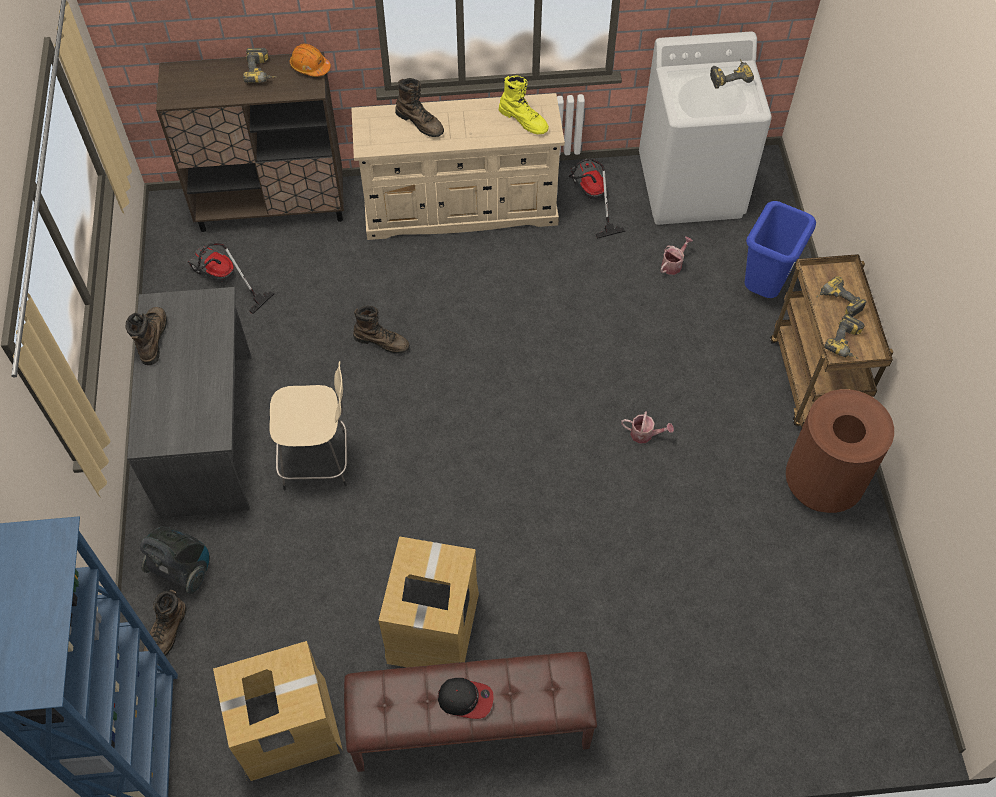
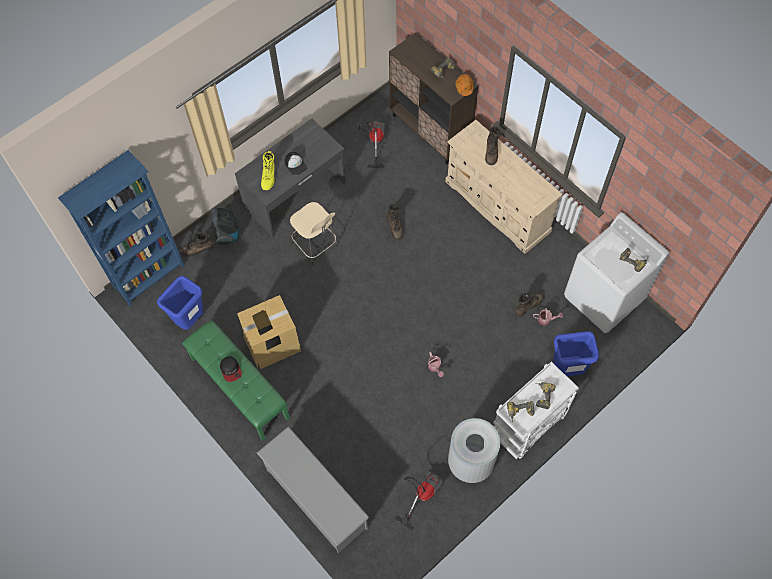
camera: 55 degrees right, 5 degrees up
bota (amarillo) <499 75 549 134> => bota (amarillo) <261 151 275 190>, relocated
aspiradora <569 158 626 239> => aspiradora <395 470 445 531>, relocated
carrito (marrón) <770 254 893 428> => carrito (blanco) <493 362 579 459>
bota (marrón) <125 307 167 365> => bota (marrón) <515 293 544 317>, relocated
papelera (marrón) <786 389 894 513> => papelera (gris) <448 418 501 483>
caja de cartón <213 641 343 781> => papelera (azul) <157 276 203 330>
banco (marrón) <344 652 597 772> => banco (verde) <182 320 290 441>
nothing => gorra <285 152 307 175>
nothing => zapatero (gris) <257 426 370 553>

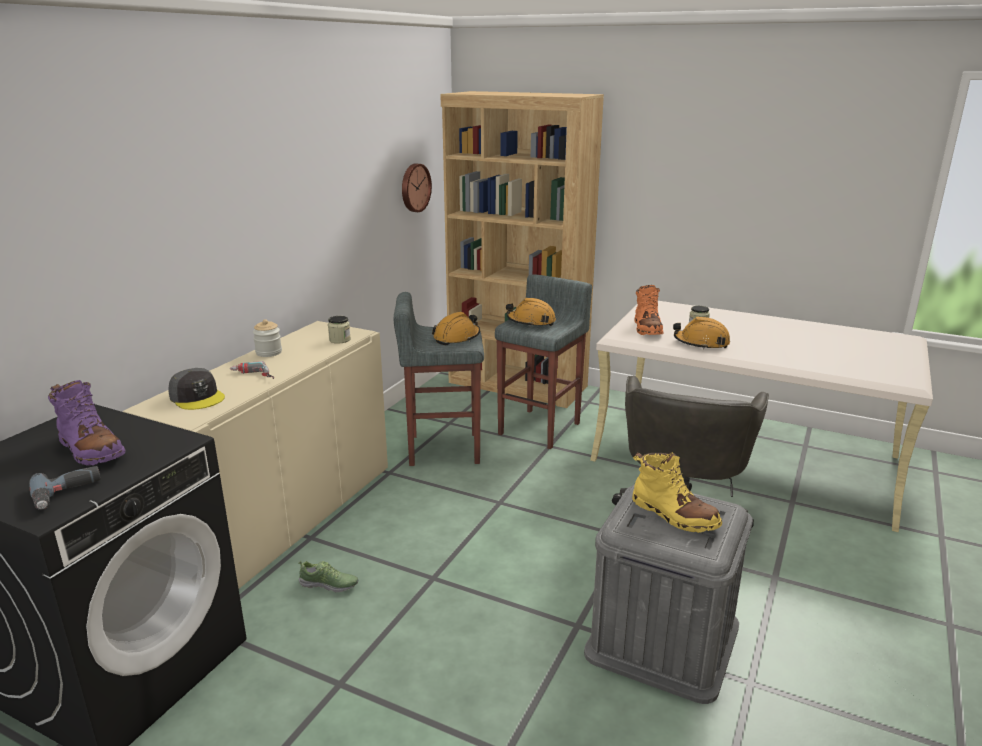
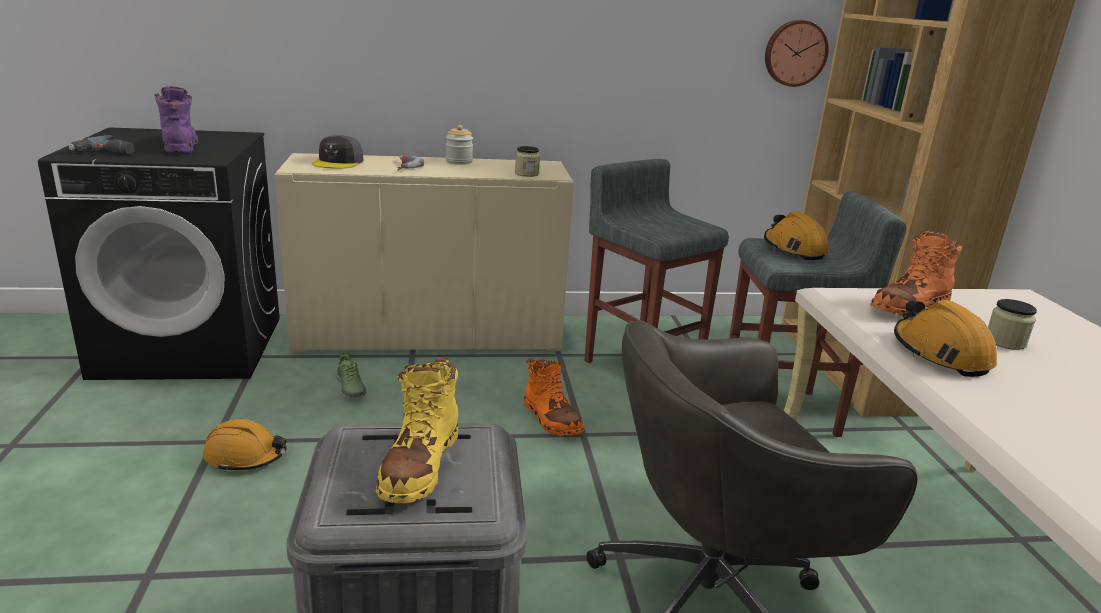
camera: 55 degrees right, 0 degrees up
casco (naranja) <432 312 480 345> => casco (naranja) <203 419 287 472>, relocated
bota (morado) <48 380 125 466> => bota (morado) <154 86 198 153>, 150 degrees clockwise
nothing => bota (naranja) <524 358 584 436>

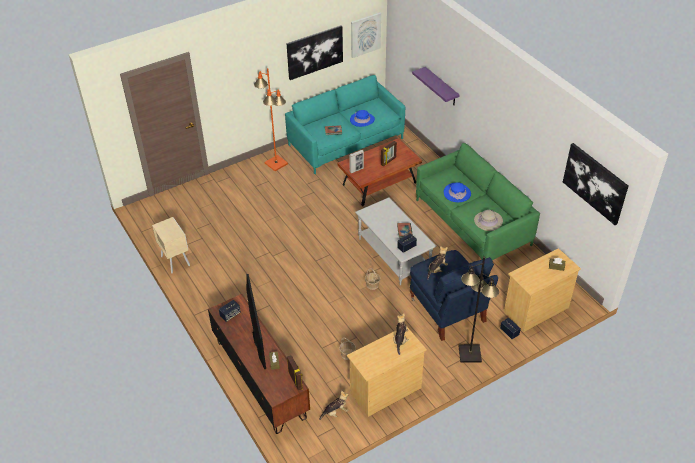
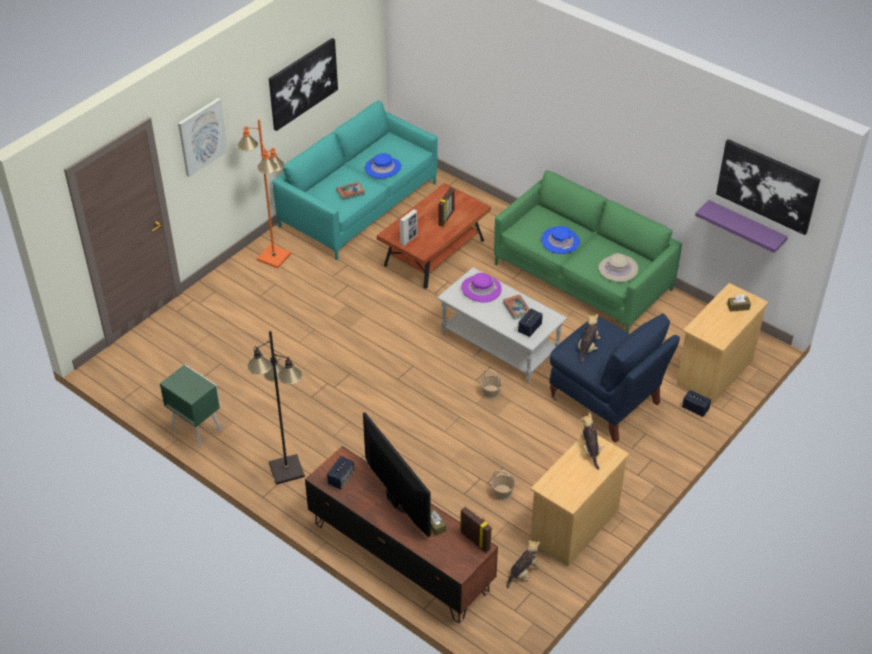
camera: 20 degrees left, 0 degrees up
cuadro <351 12 381 58> => cuadro <178 98 228 177>, relocated
estante (morado) <412 67 459 105> => estante (morado) <695 200 788 253>, relocated
mesita de noche (beis) <152 217 190 273> => mesita de noche (verde) <160 365 221 448>
lámpara de pie (negro) <459 256 499 363> => lámpara de pie (negro) <247 330 305 485>, relocated
nothing => sombrero (morado) <462 273 502 303>

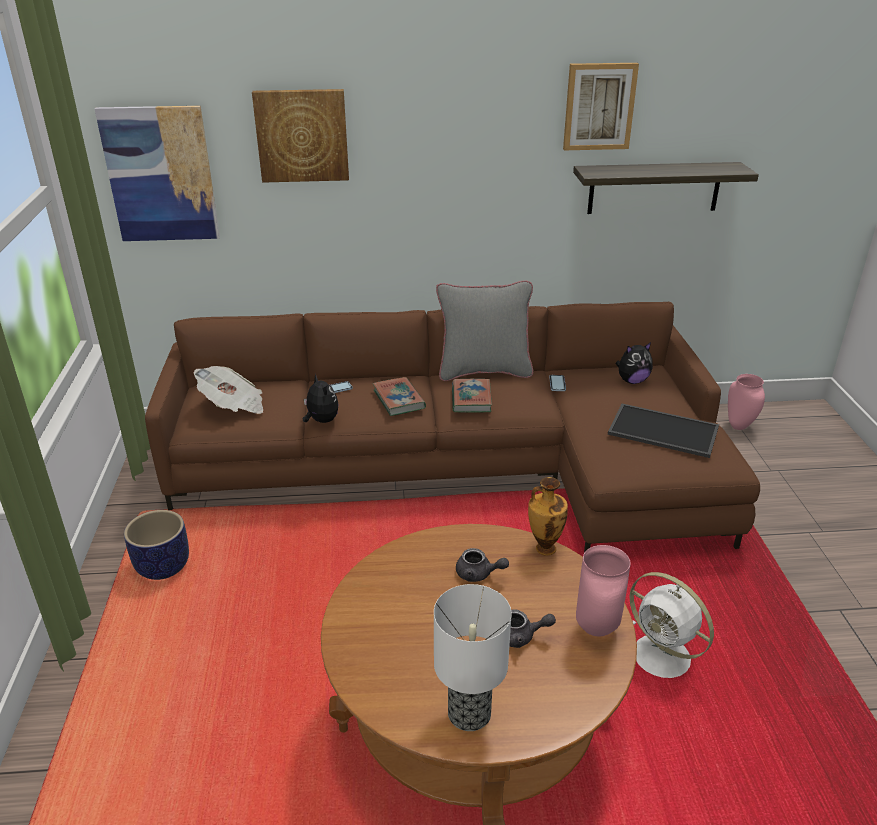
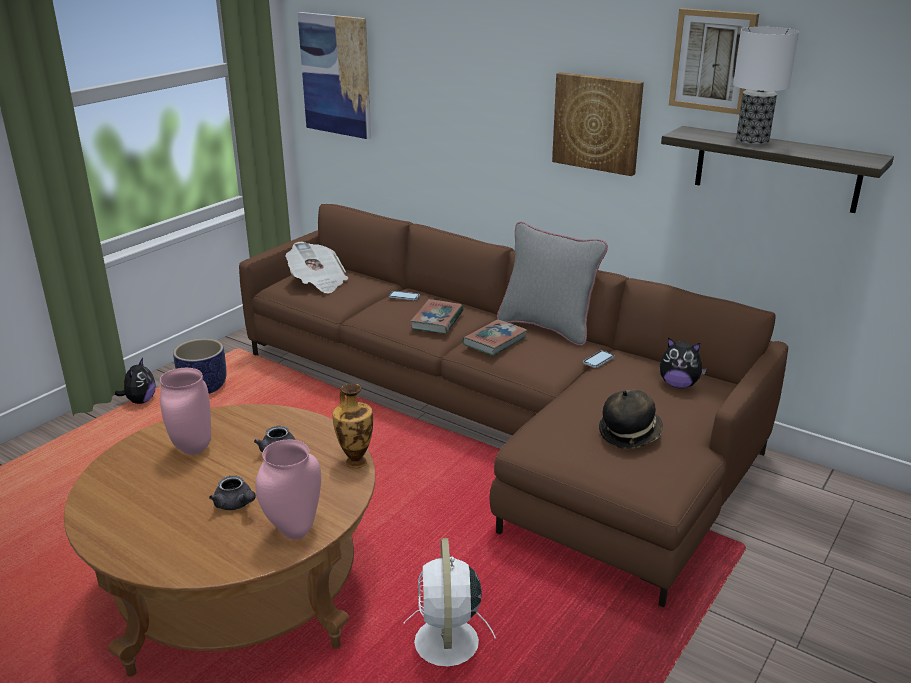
camera: 40 degrees right, 5 degrees down
cuadro <252 89 349 183> => cuadro <552 72 644 176>, relocated
peluche <303 374 339 423> => peluche <115 358 155 404>, relocated
florero (rosa) <728 374 765 430> => florero (rosa) <160 368 211 455>, relocated
bandeja <608 404 719 458> => sombrero <599 390 663 449>
lámpara de mesa <434 584 512 731> => lámpara de mesa <733 27 799 145>, relocated

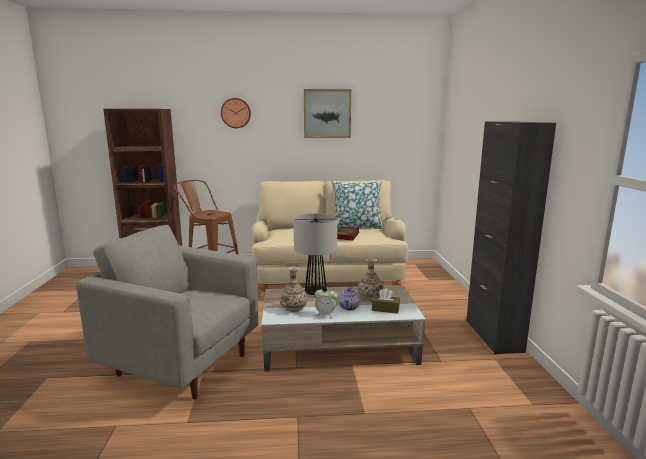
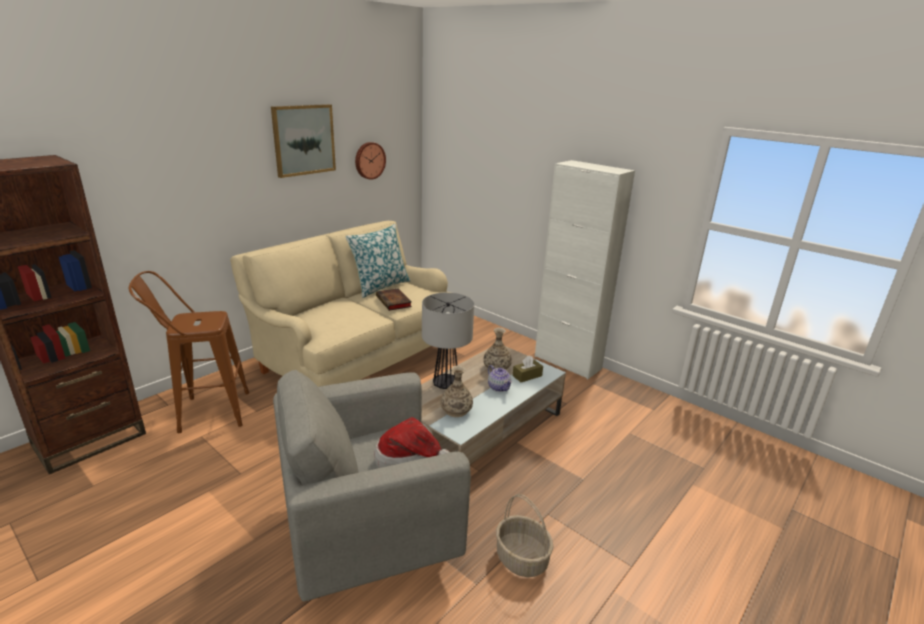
camera: 45 degrees left, 10 degrees up
reloj de pared <221 98 251 128> => reloj de pared <355 142 386 180>, relocated
armario (negro) <466 121 556 354> => armario (blanco) <535 160 635 379>
despertador <315 287 338 318> => nothing
nothing => sombrero <374 417 450 468>
nothing => cesta <496 494 554 577>

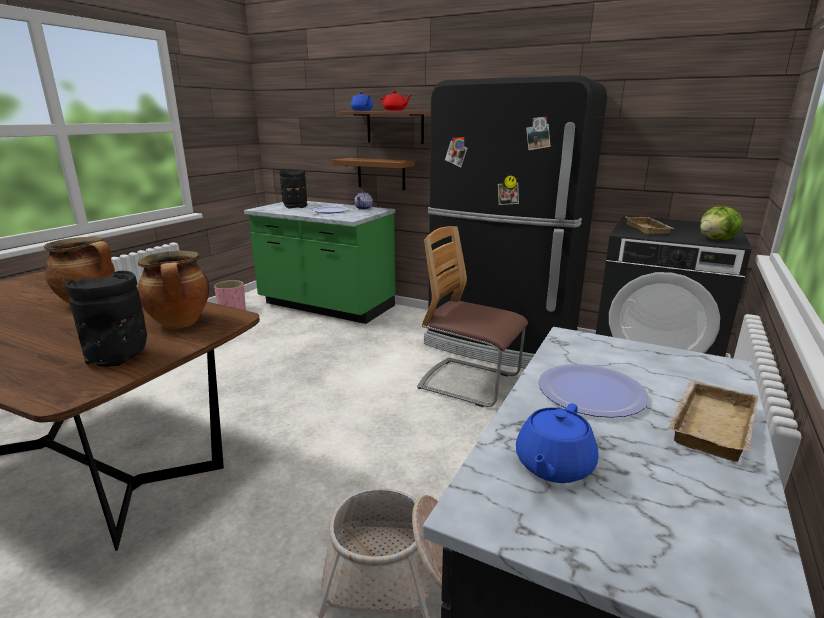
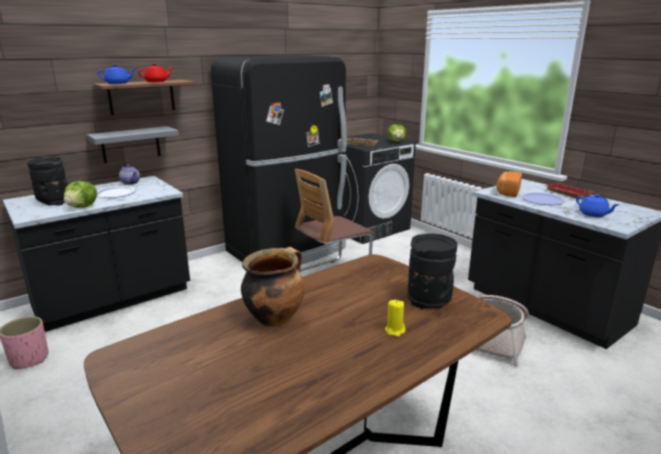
camera: 65 degrees left, 0 degrees up
estante (marrón) <333 158 415 190> => estante (gris) <87 126 179 164>
mueble bajo de cocina (verde) <244 201 395 324> => mueble bajo de cocina (negro) <3 176 190 332>
olla <138 251 210 329> => nothing
bandeja (beis) <668 380 758 462> => bandeja (rojo) <546 183 594 199>
nothing => pan <496 171 522 197>
nothing => lechuga <64 181 97 208>
nothing => vela (amarillo) <385 300 405 337>

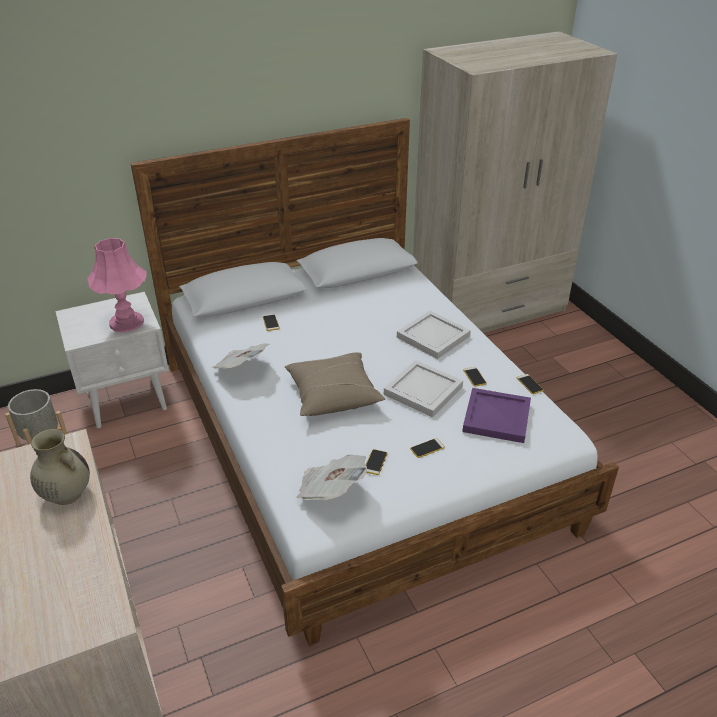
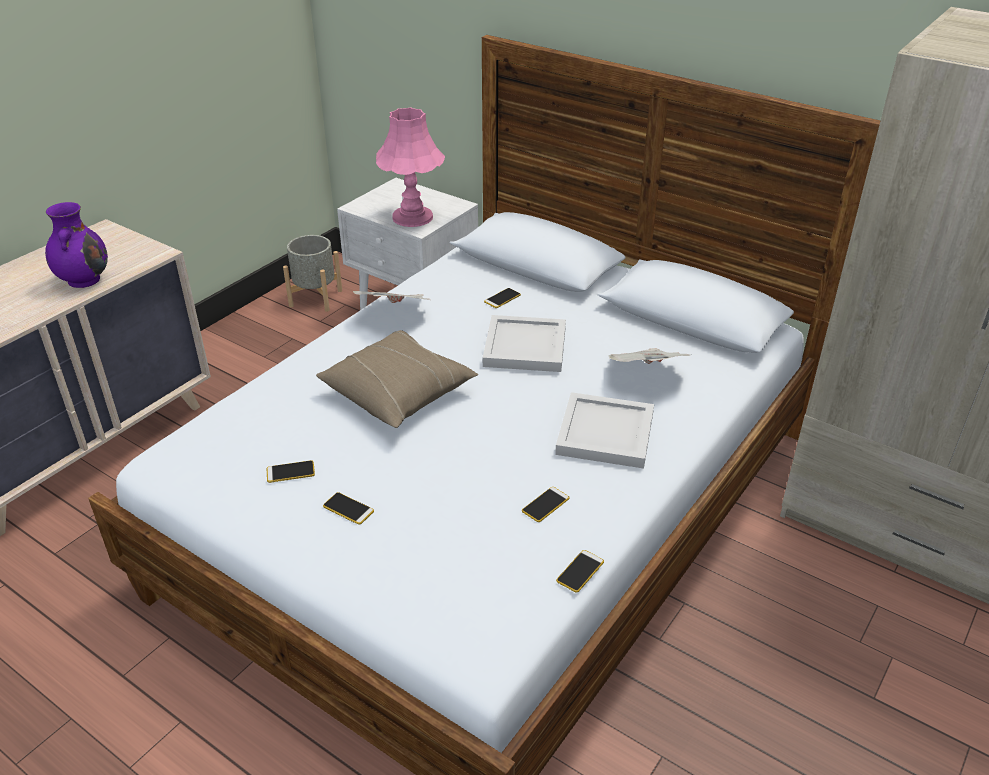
camera: 60 degrees right, 0 degrees up
bandeja (blanco) <384 360 463 417> => bandeja (blanco) <483 315 566 372>, relocated
bandeja (morado) <462 388 531 443> => nothing
florero (beis) <30 429 90 505> => florero (morado) <45 202 108 288>
periódico <297 454 367 500> => periódico <608 348 690 364>, relocated

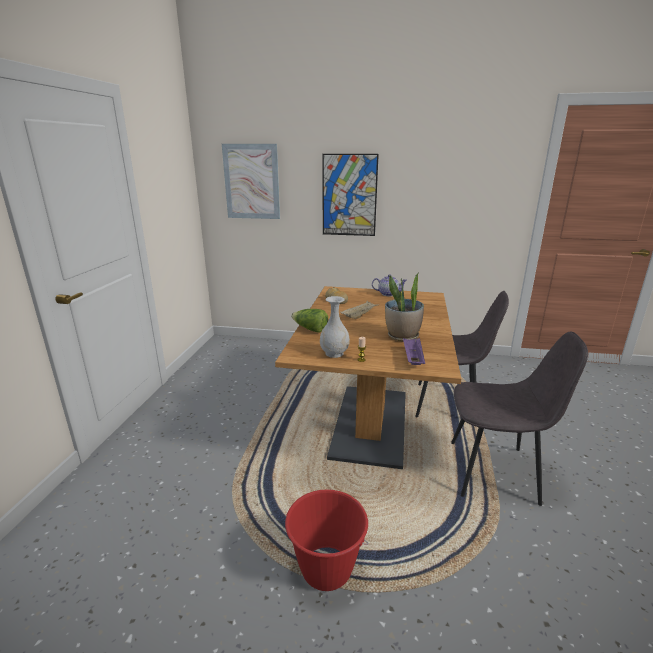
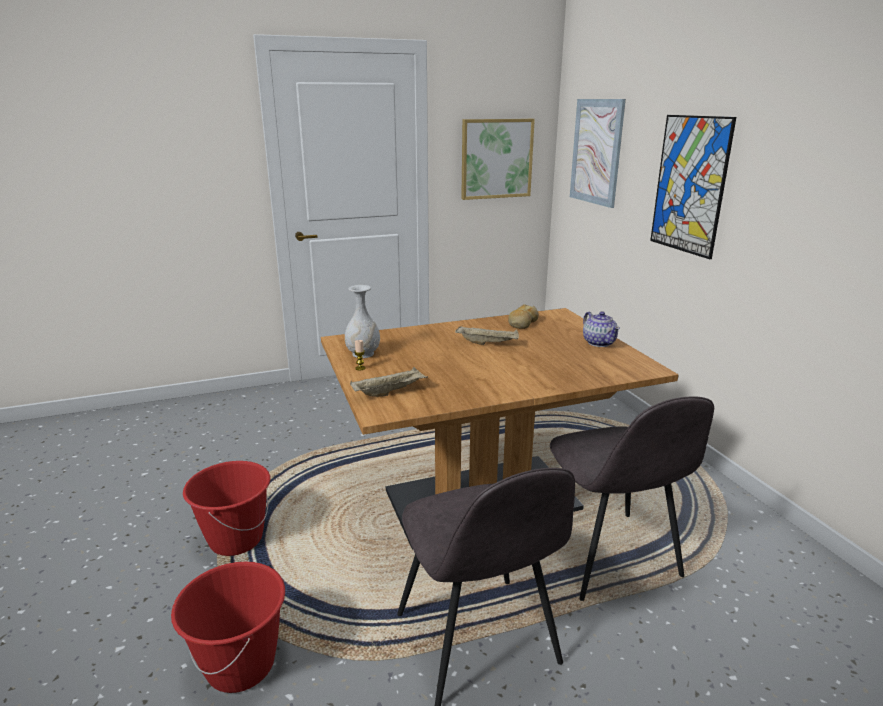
camera: 60 degrees right, 0 degrees up
planta en maceta <385 273 424 342> => nothing
lechuga <291 309 328 333> => nothing
bandeja (morado) <403 338 425 365> => bandeja (beis) <350 367 428 397>
nothing => cuadro <461 119 535 200>
nothing => cubo (rojo) <171 562 285 693>

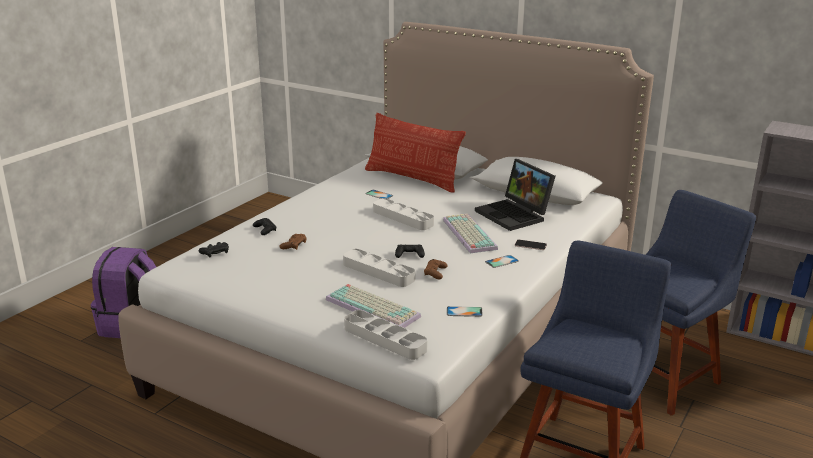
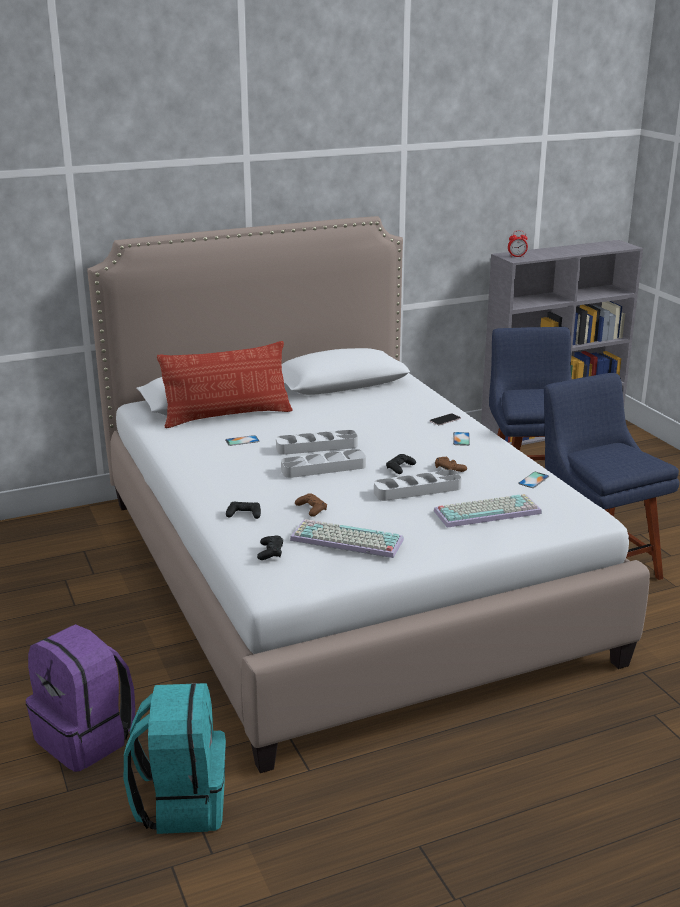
camera: 55 degrees left, 0 degrees up
portátil <475 159 555 231> => nothing
teclado <443 214 498 253> => teclado <290 519 404 558>, relocated
bandeja (gris) <344 310 427 360> => bandeja (gris) <281 449 366 478>, relocated
nothing => despertador <508 231 528 257>
nothing => mochila (turquesa) <124 683 226 834>

